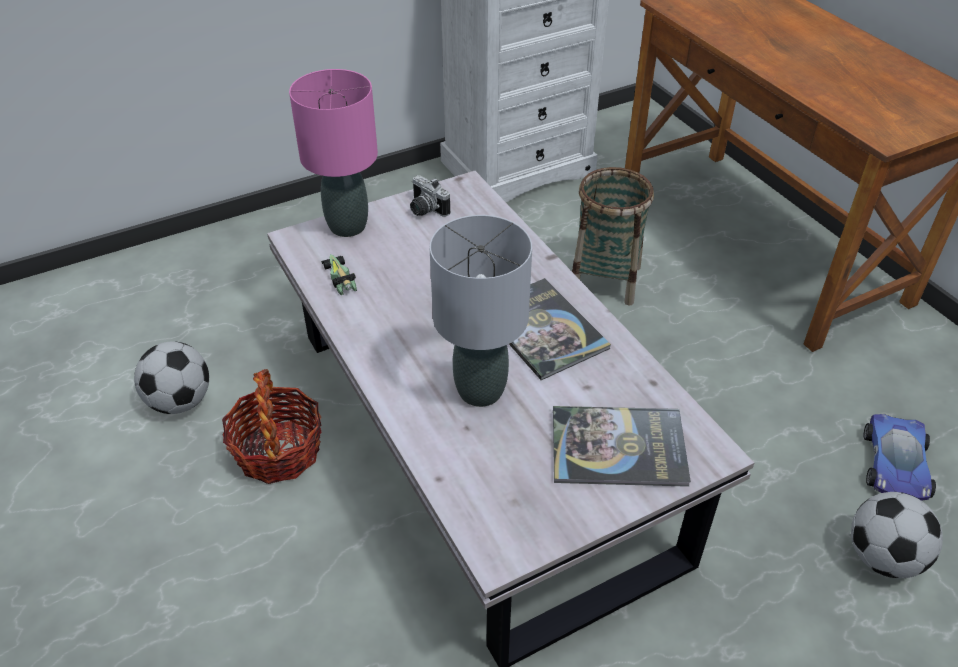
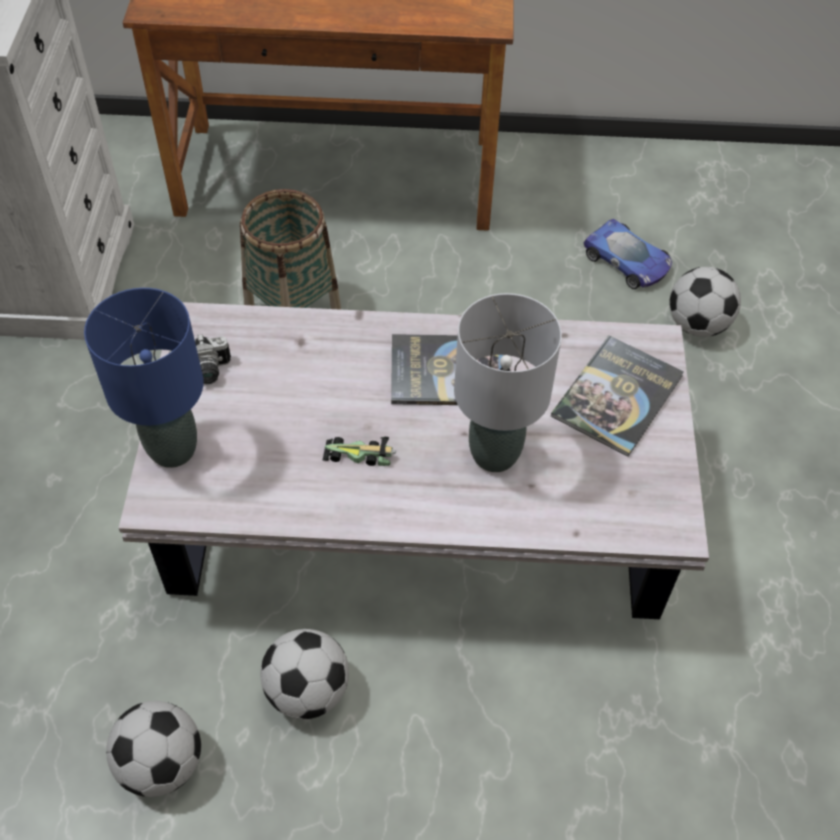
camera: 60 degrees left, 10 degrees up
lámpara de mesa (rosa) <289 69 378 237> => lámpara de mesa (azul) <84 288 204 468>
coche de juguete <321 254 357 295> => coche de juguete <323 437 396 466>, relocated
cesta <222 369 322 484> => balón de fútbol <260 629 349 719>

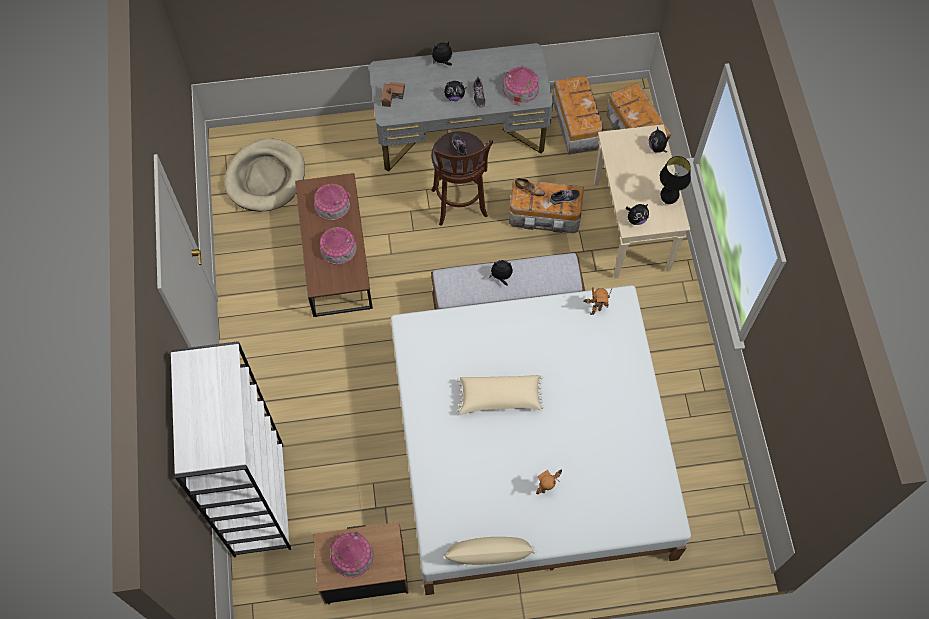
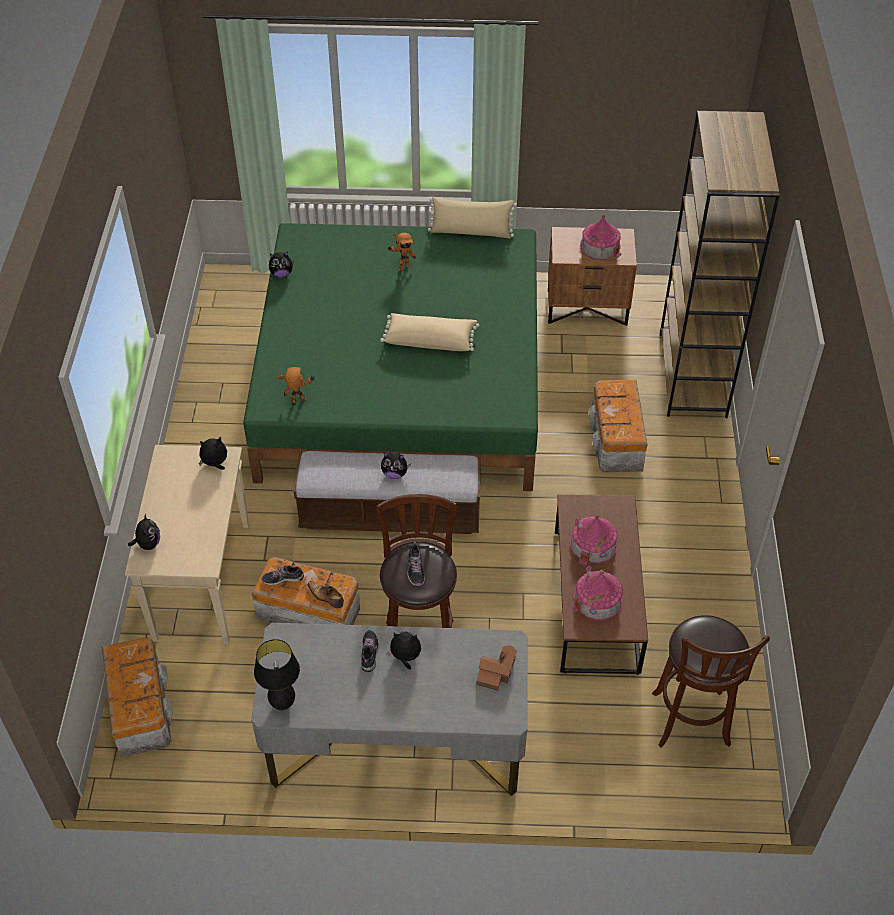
camera: 170 degrees left, 15 degrees down
peluche <432 41 452 66> => peluche <269 252 294 277>, relocated
casita <503 65 539 106> => nothing
caja de almacenaje <553 76 603 155> => caja de almacenaje <588 380 647 472>, relocated
cama para perro (beis) <224 139 305 212> => taburete (marrón) <652 615 770 747>
lámpara de mesa (negro) <660 156 691 204> => lámpara de mesa (negro) <254 639 300 710>, relocated
cama (blanco) <391 285 691 595> => cama (verde) <243 223 538 491>
estantería (blanco) <171 341 291 558> => estantería (marrón) <660 111 780 418>

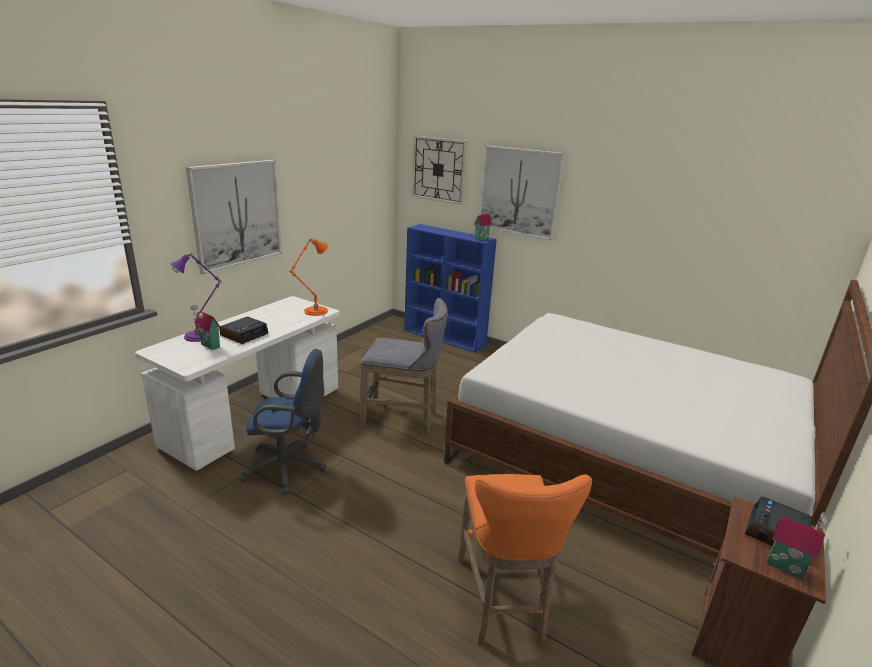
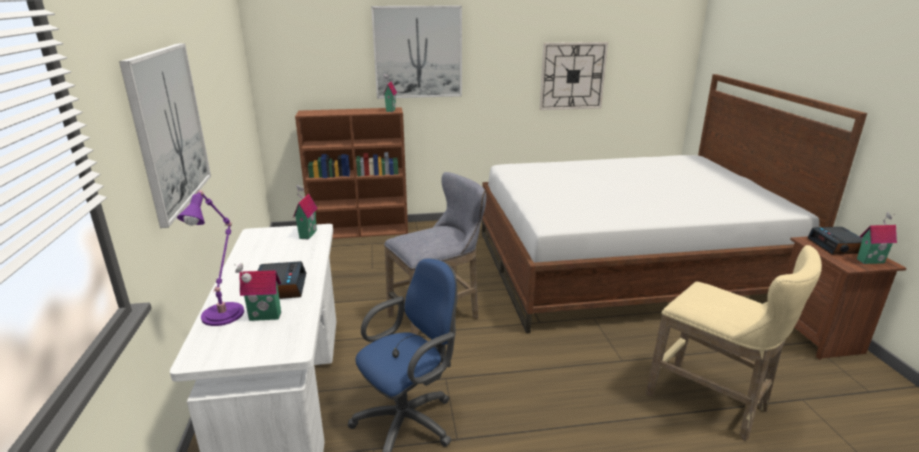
camera: 40 degrees left, 0 degrees up
reloj de pared <412 136 467 205> => reloj de pared <540 42 608 110>, relocated
estantería (azul) <404 224 497 353> => estantería (marrón) <295 107 408 239>
lámpara de mesa (naranja) <289 238 328 316> => casita <293 185 318 240>
taburete (naranja) <459 474 592 645> => taburete (beis) <646 245 822 441>

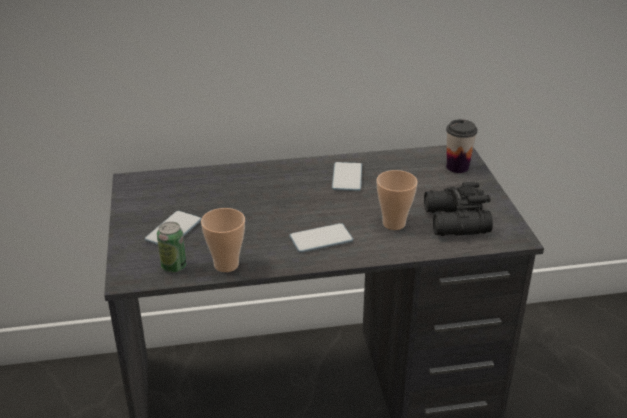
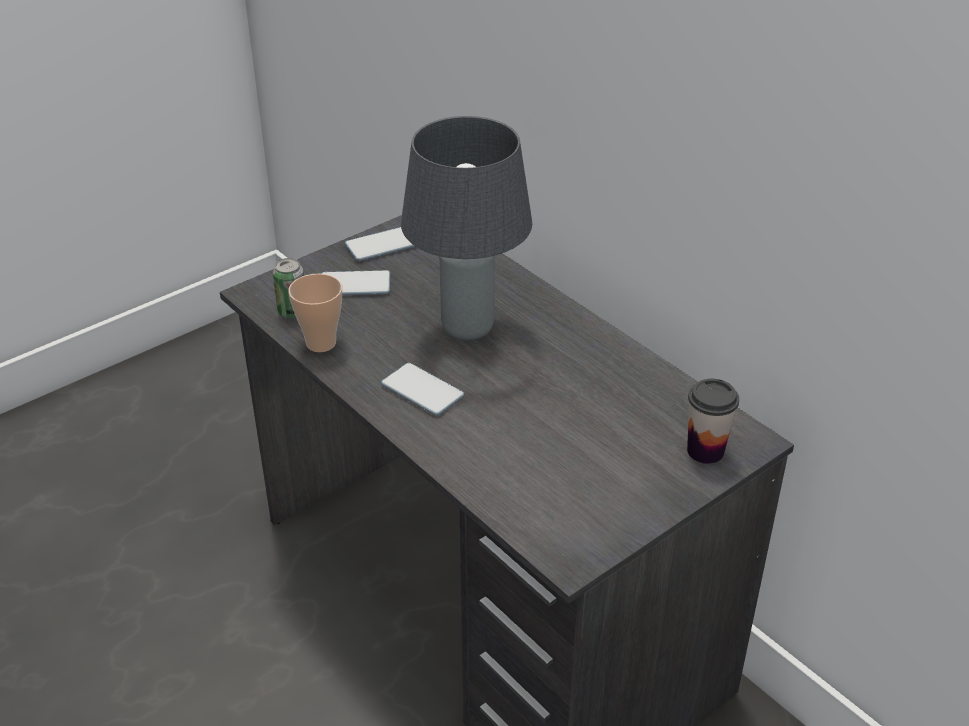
camera: 60 degrees right, 5 degrees up
móvil <332 162 362 191> => móvil <345 227 416 261>, relocated
taza <376 170 418 230> => nothing
prismáticos (negro) <424 182 493 236> => nothing
nothing => lámpara de mesa (gris) <401 116 532 341>

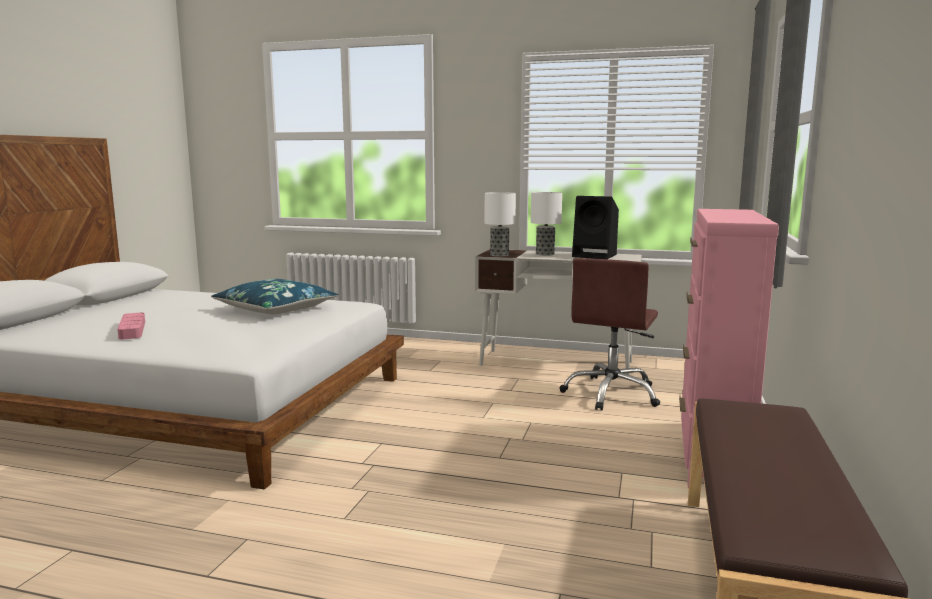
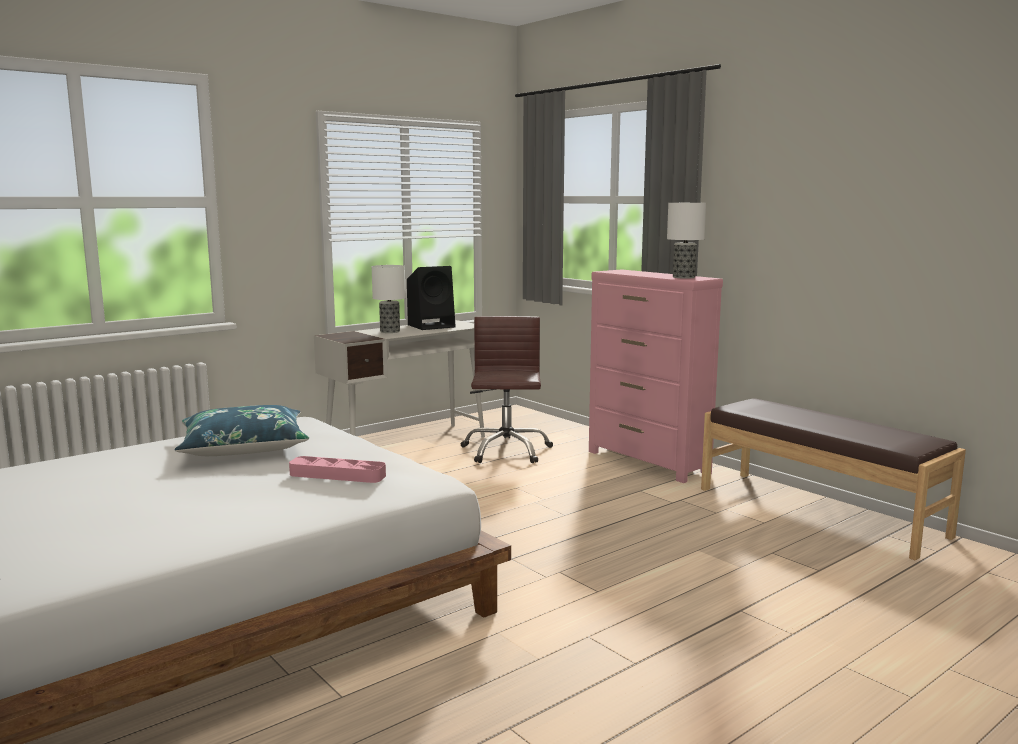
camera: 55 degrees left, 0 degrees up
lámpara de mesa <485 192 516 257> => lámpara de mesa <667 203 706 279>, relocated
silla de oficina (marrón) <560 258 660 411> => silla de oficina (marrón) <461 316 553 463>, 150 degrees counterclockwise
bandeja (rosa) <117 313 145 339> => bandeja (rosa) <289 456 386 483>, relocated

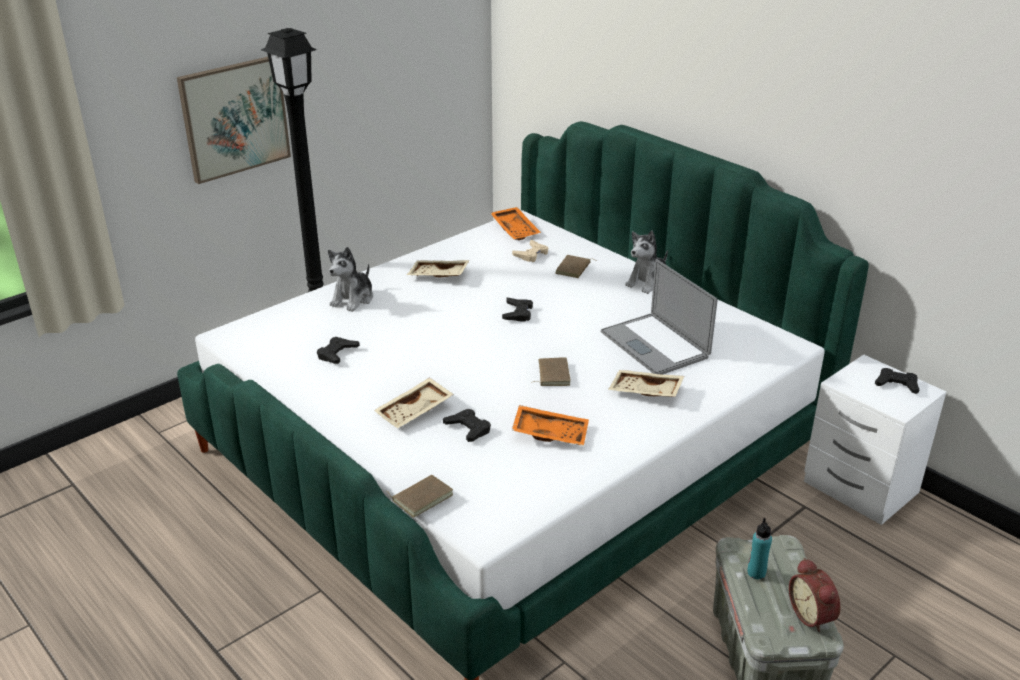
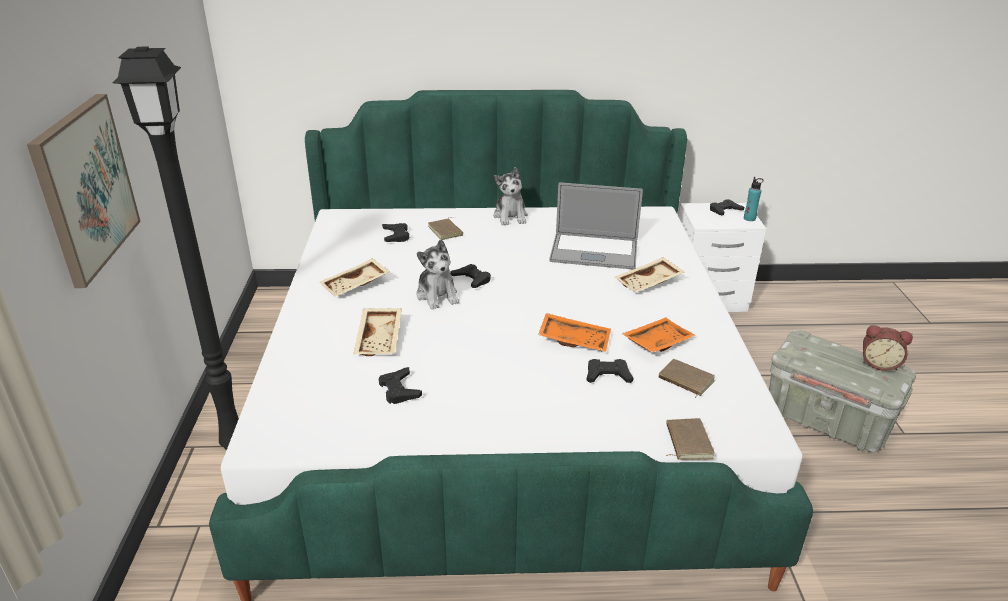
camera: 50 degrees left, 0 degrees up
bandeja (naranja) <491 207 541 240> => bandeja (naranja) <538 313 611 352>, relocated
mando de consola (beis) <512 240 548 262> => mando de consola (negro) <382 223 409 242>
peluche <328 247 373 312> => peluche <416 239 459 309>, relocated
libro (marrón) <531 357 571 386> => libro (marrón) <659 359 715 398>, relocated
bandeja (beis) <374 378 454 428> => bandeja (beis) <354 308 402 356>, relocated
botella (turquesa) <747 518 772 579> => botella (turquesa) <744 177 764 221>, relocated

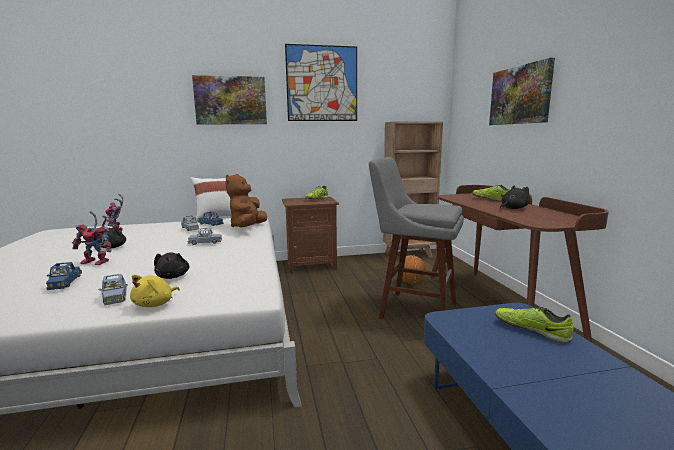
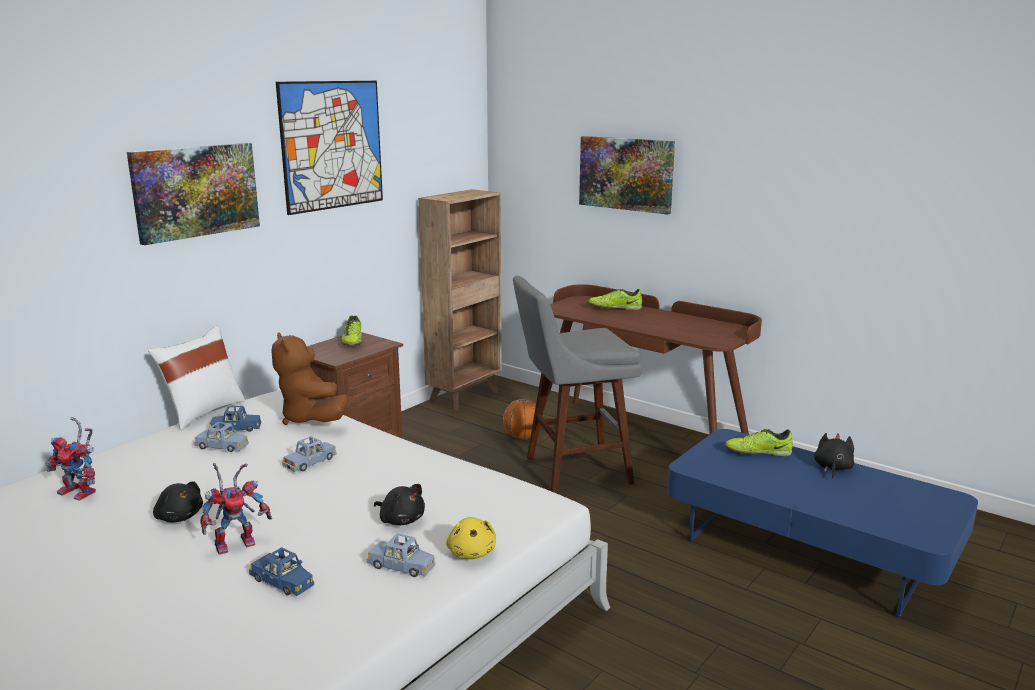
camera: 40 degrees left, 5 degrees up
peluche (negro) <500 185 529 209> => peluche (negro) <814 433 854 479>, relocated

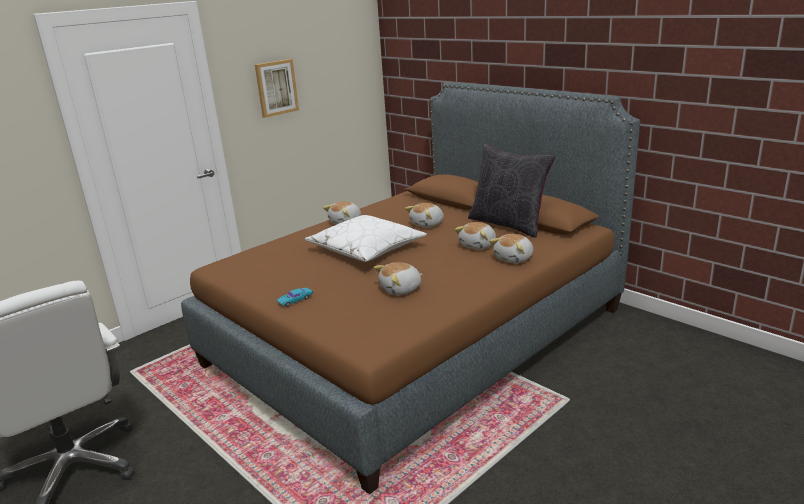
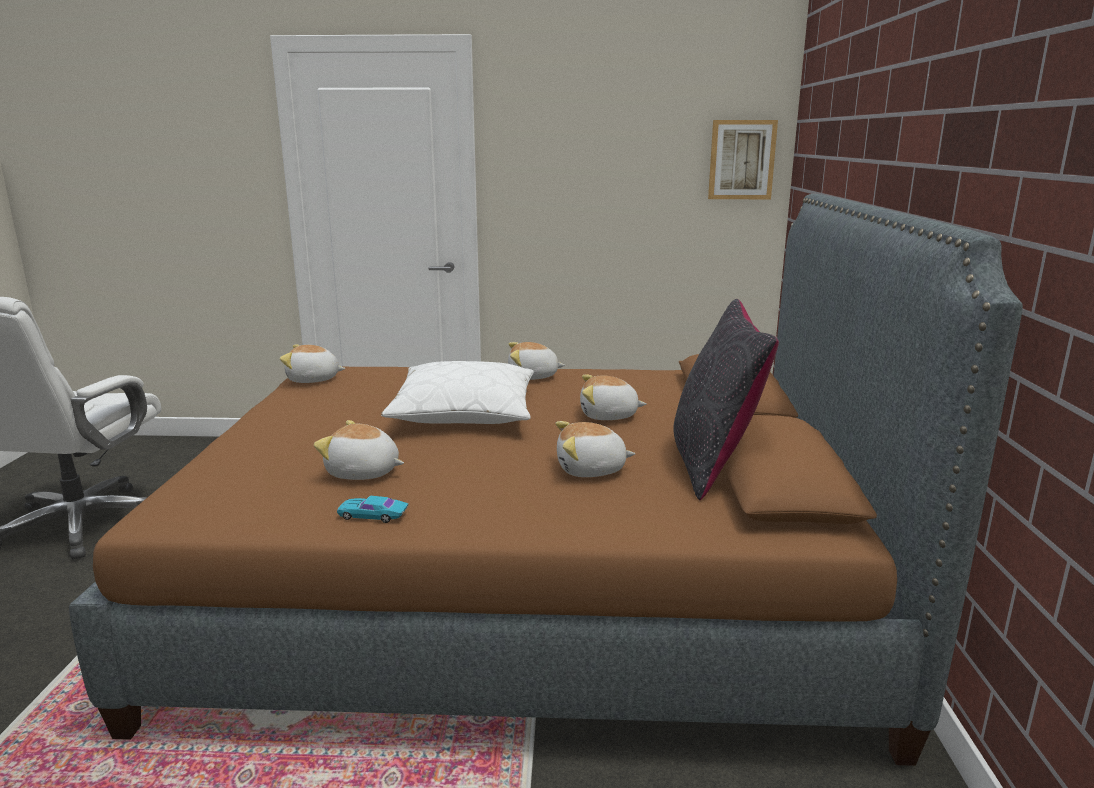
camera: 45 degrees right, 5 degrees down
cuadro <255 59 299 118> => cuadro <708 120 778 199>, relocated
peluche <489 234 533 263> => peluche <280 345 345 383>, relocated
coche de juguete (turquesa) <277 288 313 306> => coche de juguete (turquesa) <337 496 408 523>, relocated

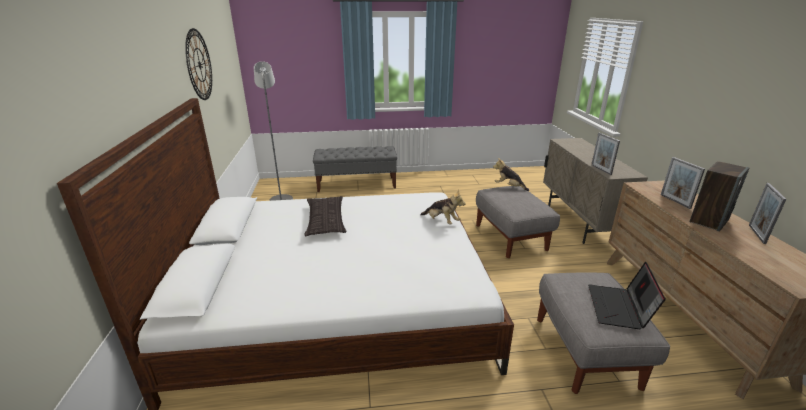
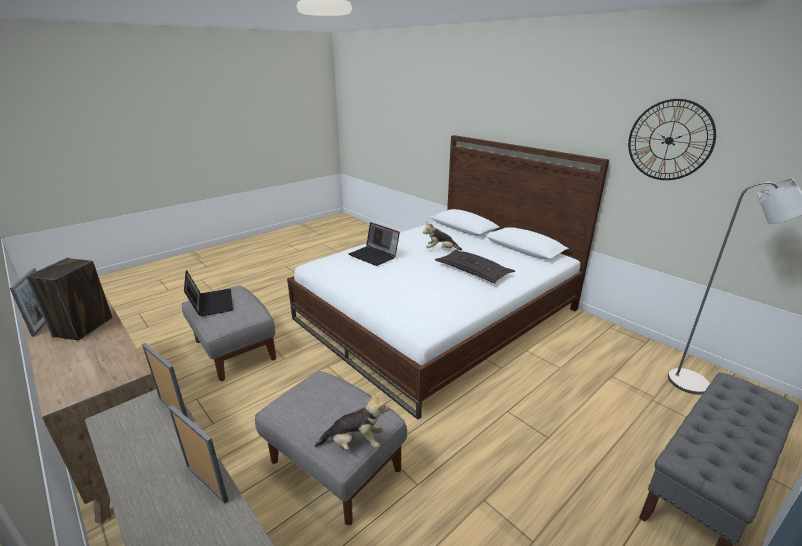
camera: 145 degrees right, 0 degrees up
portarretratos <661 157 705 209> => portarretratos <168 405 228 504>, relocated
peluche <420 190 466 224> => peluche <423 222 462 251>, relocated
nothing => portátil <349 222 400 266>

